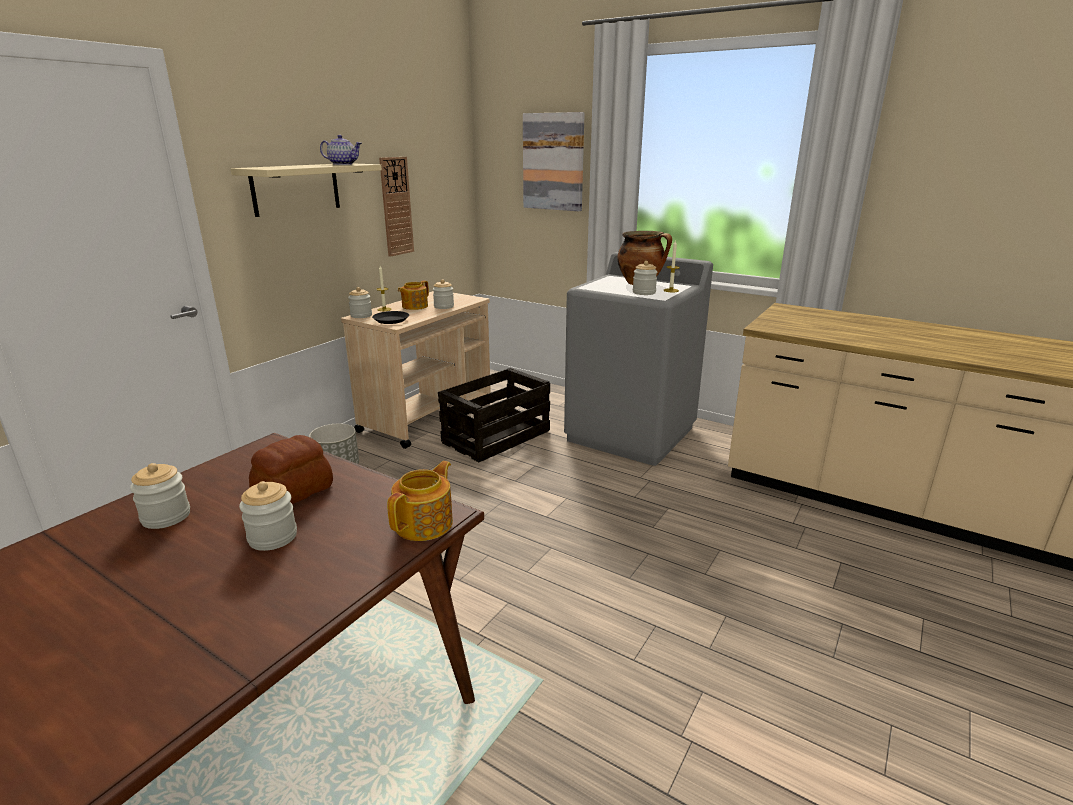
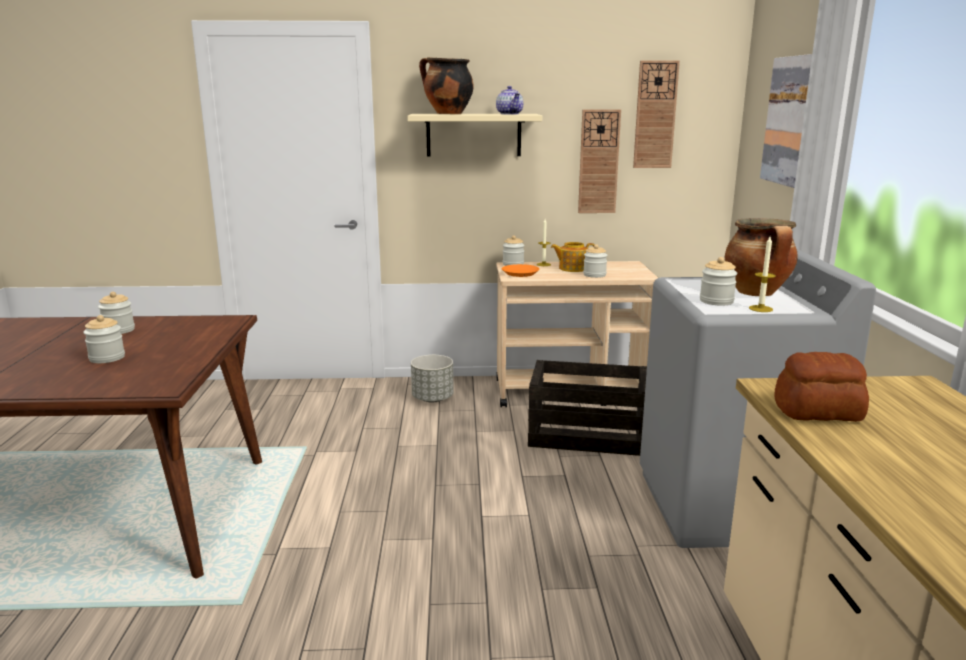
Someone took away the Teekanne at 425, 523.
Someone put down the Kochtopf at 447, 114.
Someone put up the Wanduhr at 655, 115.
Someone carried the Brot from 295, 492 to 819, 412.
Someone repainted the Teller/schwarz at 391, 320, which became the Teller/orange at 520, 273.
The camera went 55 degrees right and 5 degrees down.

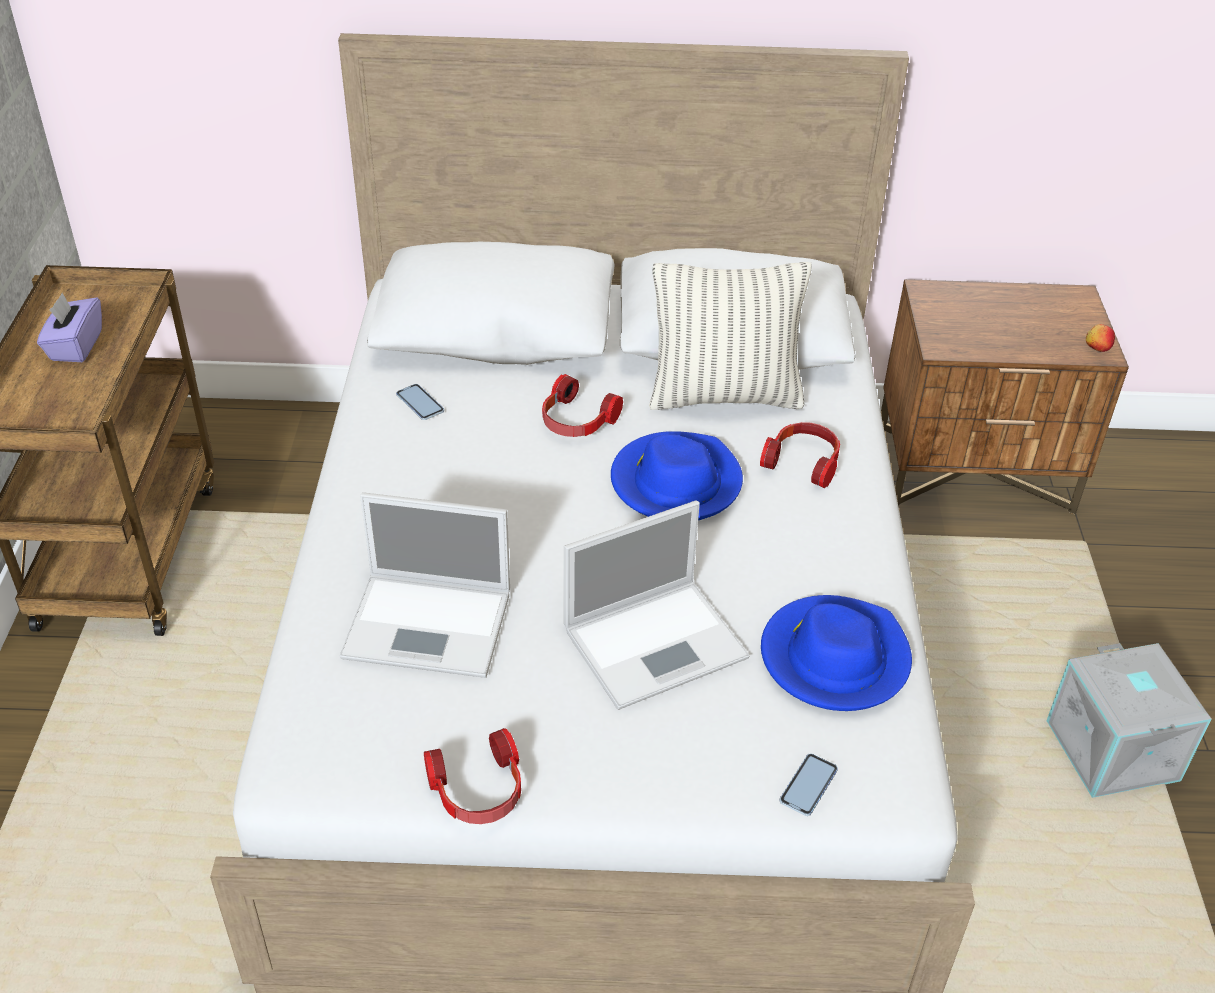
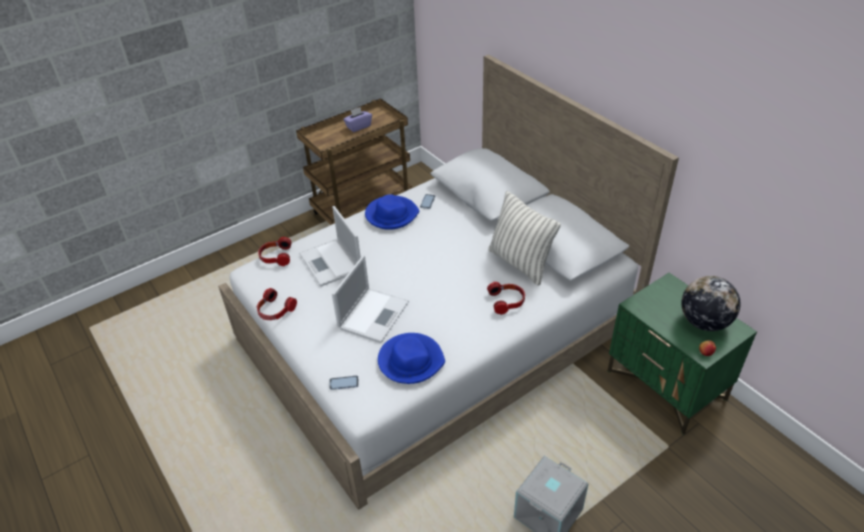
Someone put down the Globus at 704, 322.
Someone carried the Kopfhörer from 576, 421 to 276, 257.
Someone carried the Hut/blau from 675, 482 to 391, 214.
Someone repainted the Nachttisch/braun at 974, 470, which became the Nachttisch/grün at 666, 385.
Someone rotated the Laptop at 658, 642 by 90 degrees counterclockwise.
The camera went 55 degrees right and 0 degrees up.

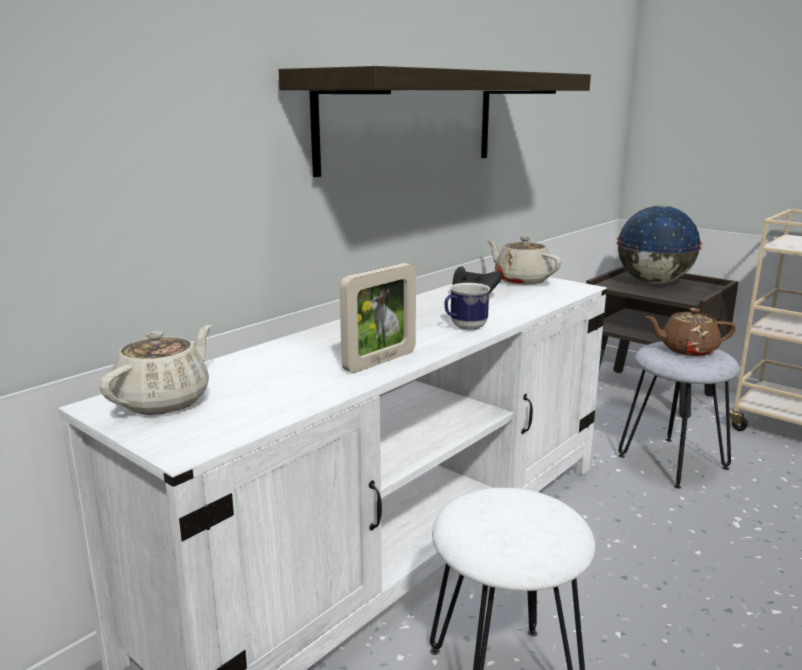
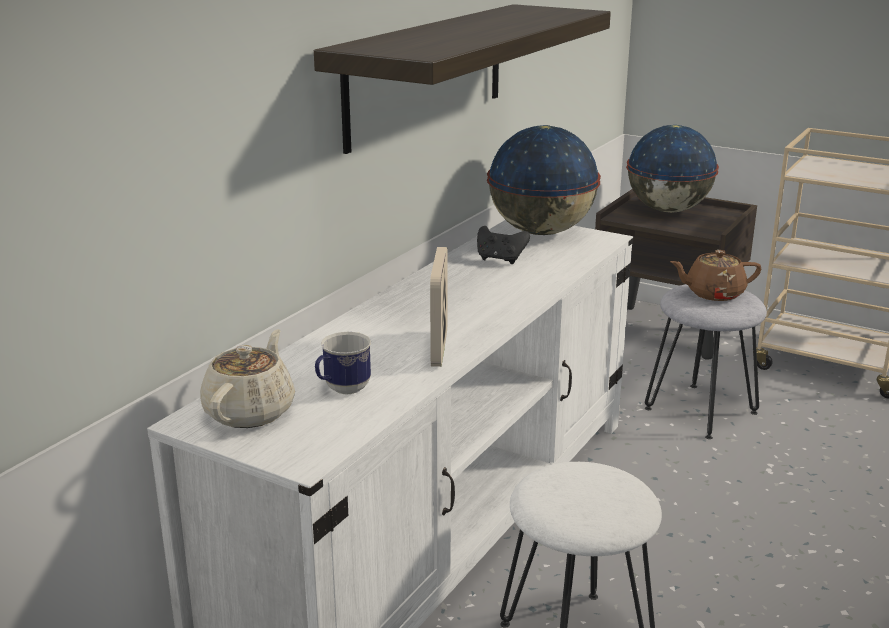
Someone carried the Henkelbecher from 464, 328 to 342, 390.
Someone swapped the Teekanne/beige at 521, 280 for the Globus at 542, 232.
Someone rotated the Bilderrahmen at 380, 361 by 150 degrees clockwise.
The camera went 10 degrees left and 5 degrees up.

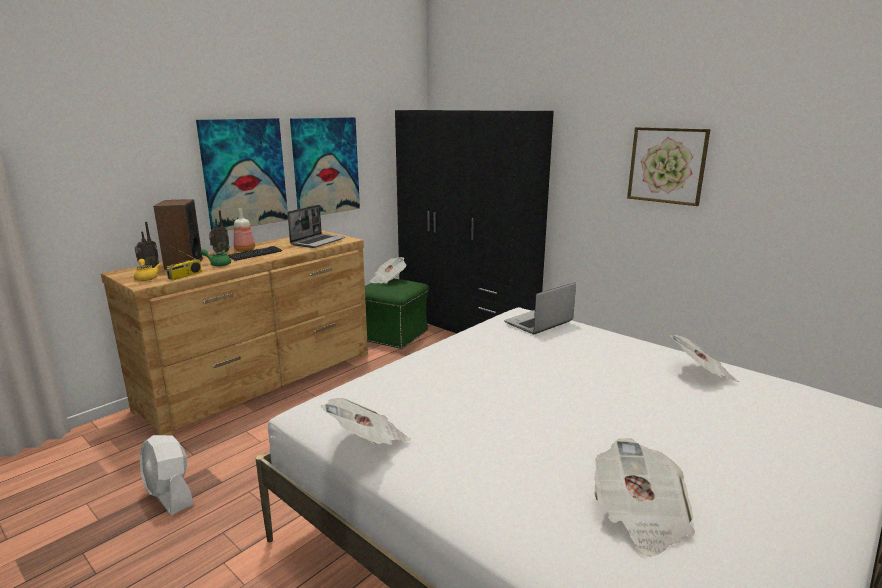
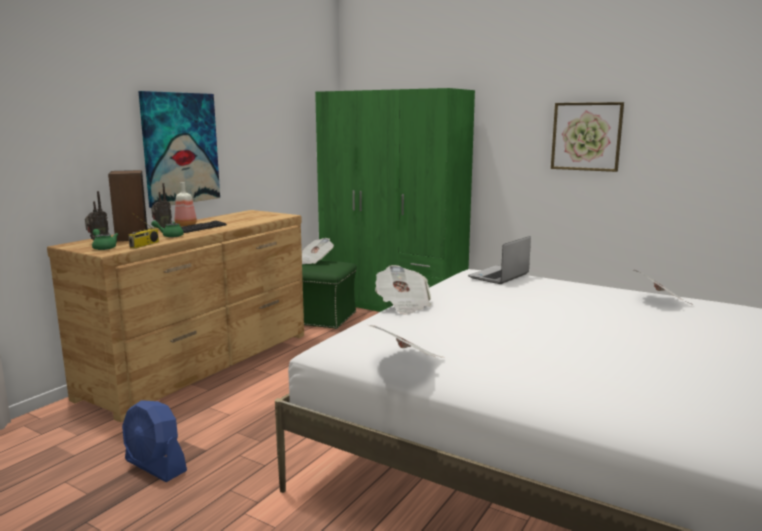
Someone took away the Laptop at 318, 242.
Someone took away the Bild at 326, 166.
Someone carried the Zeitung from 639, 517 to 403, 305.
Someone repainted the Teekanne/gelb at 146, 278, which became the Teekanne/grün at 103, 247.
Someone repainted the Ventilator/weiß at 170, 495, which became the Ventilator/blau at 155, 466.
Someone repainted the Kleiderschrank/schwarz at 466, 324, which became the Kleiderschrank/grün at 392, 305.
The camera went 10 degrees left and 5 degrees down.

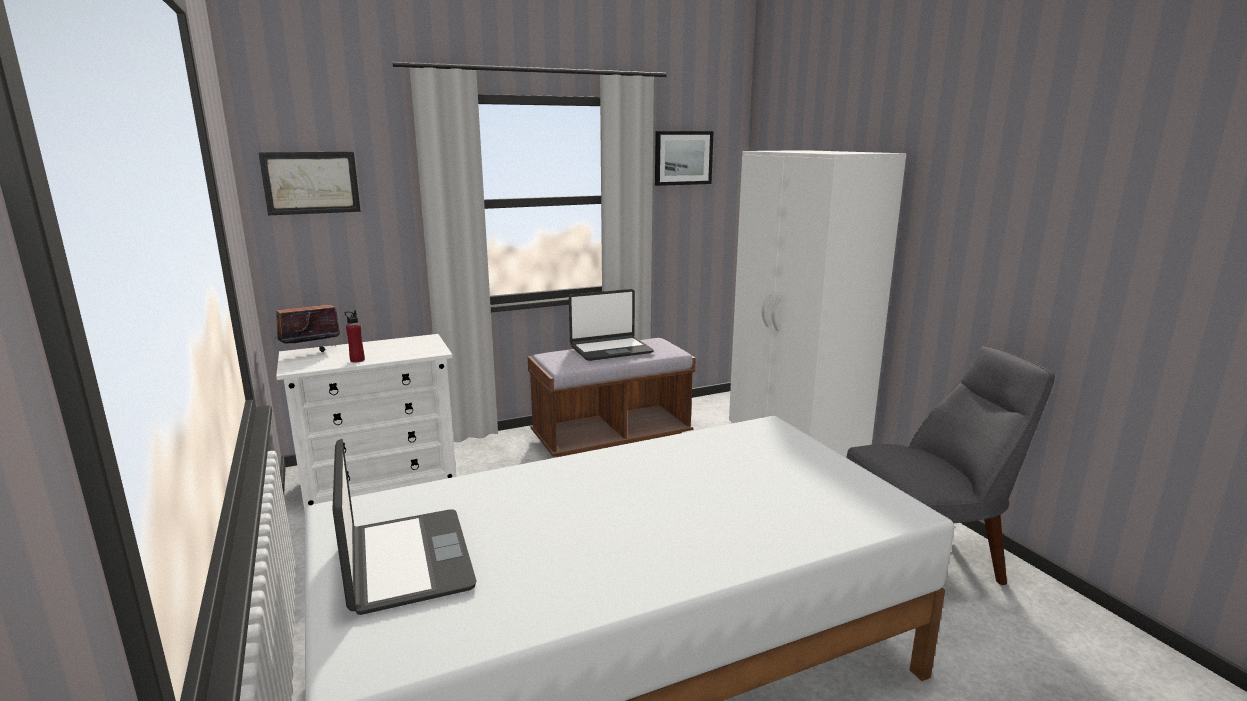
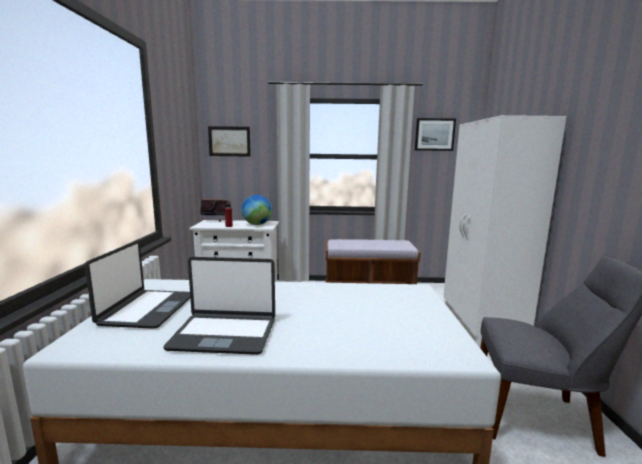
Someone put down the Globus at 257, 224.
Someone carried the Laptop from 610, 349 to 224, 334.
The camera went 25 degrees right and 5 degrees down.

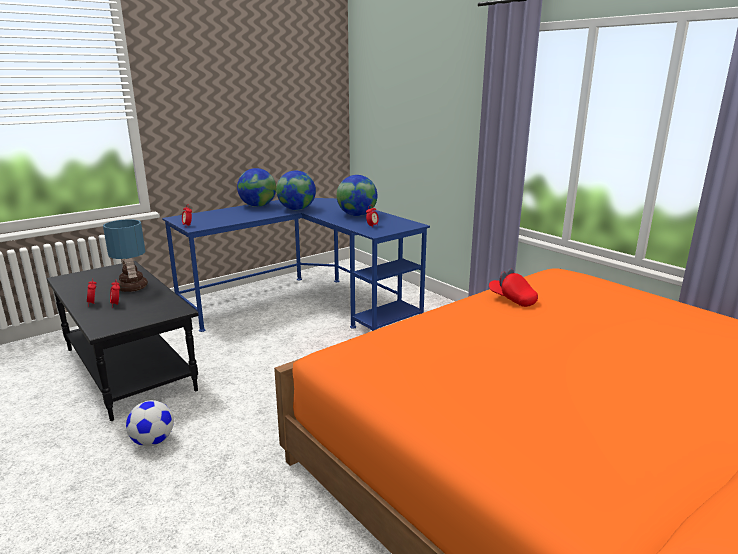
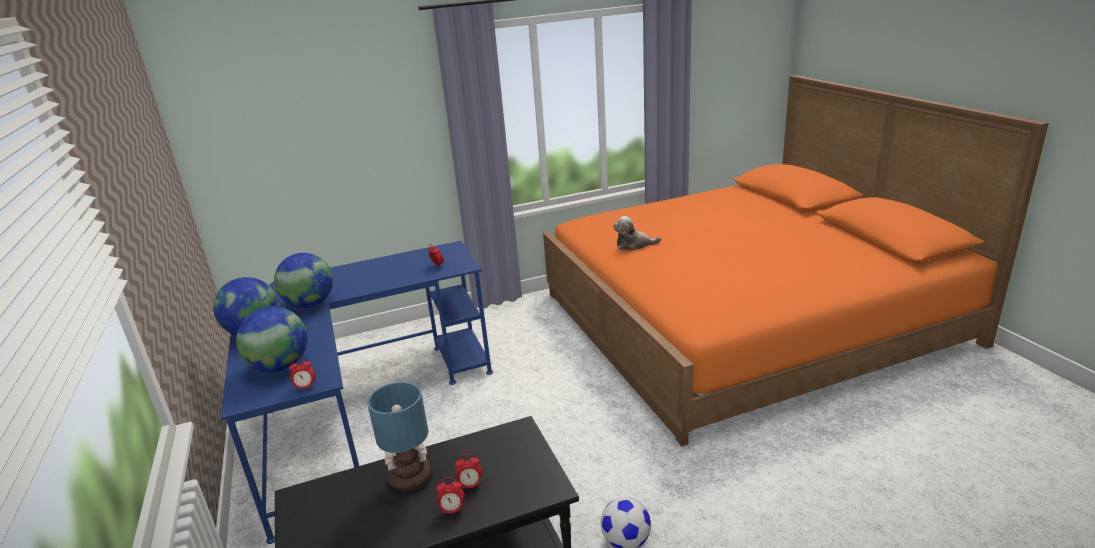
Someone carried the Globus from 357, 215 to 280, 366.
Someone swapped the Kappe/rot at 512, 299 for the Plüschtier at 634, 245.
The camera went 70 degrees left and 5 degrees up.

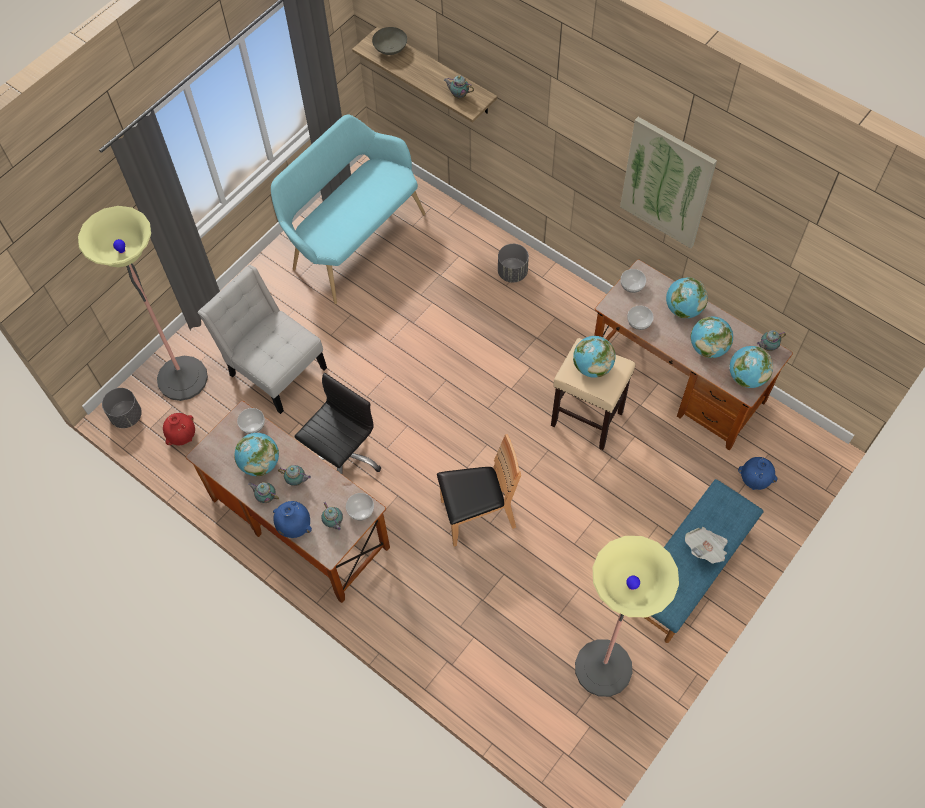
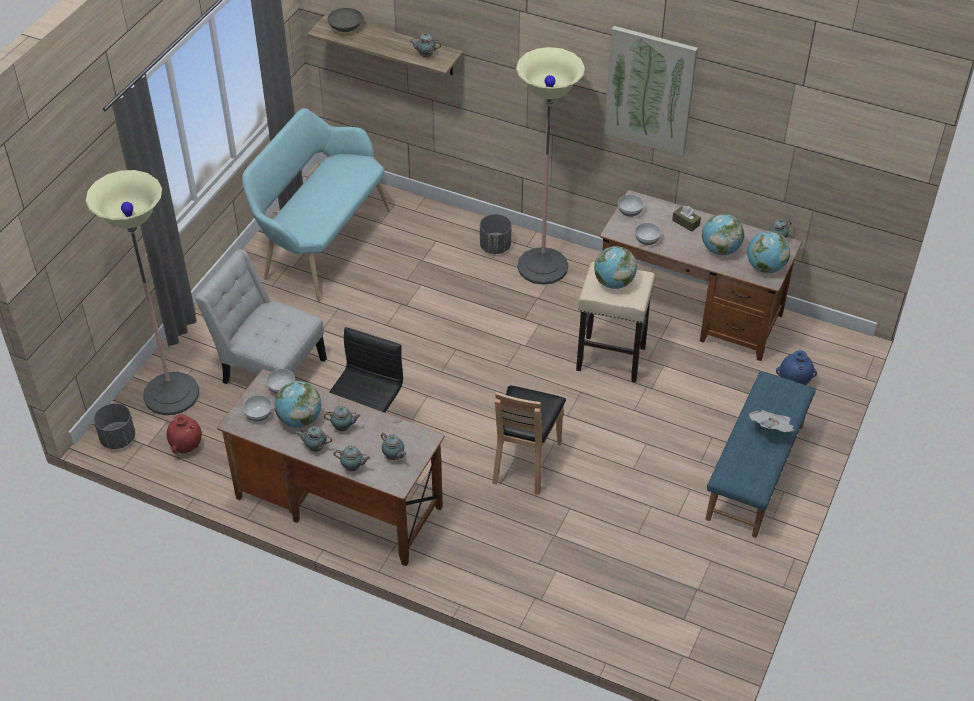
Someone carried the Schüssel from 361, 510 to 259, 414.
Someone carried the Stehlampe from 603, 668 to 542, 267.
Someone swapped the Vase/blau at 294, 527 for the Teekanne at 353, 467.
Someone swapped the Globus at 683, 309 for the Taschentuchbox/braun at 686, 223.
Someone rotated the Stuhl/braun at 477, 515 by 135 degrees clockwise.
The camera went 15 degrees left and 15 degrees down.

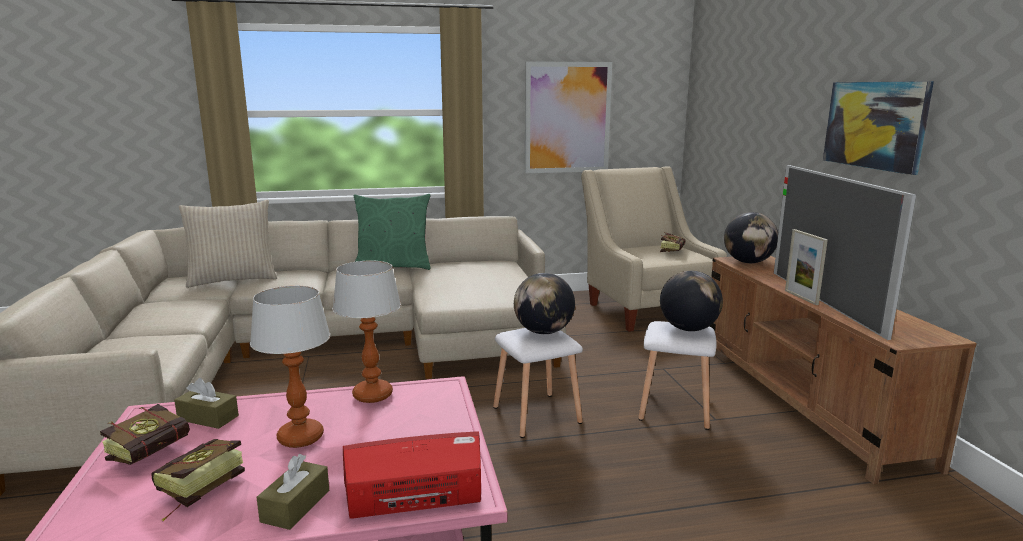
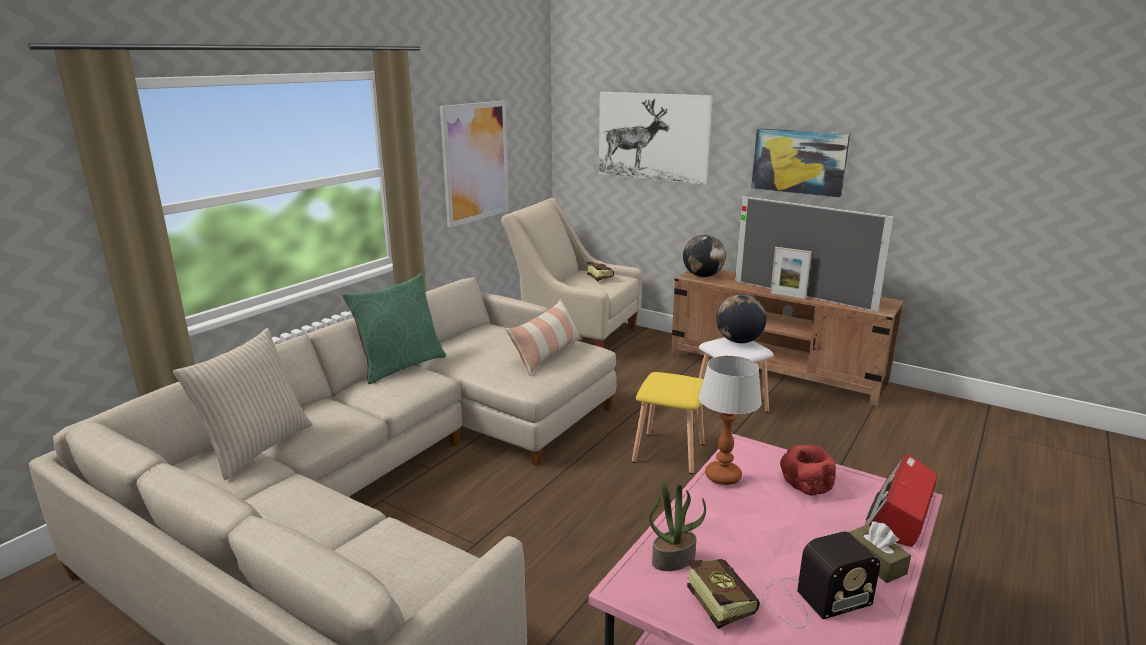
Someone took away the Tischlampe at 300, 437.
Someone took away the Globus at 543, 332.
Someone put down the Kissen at 547, 354.
Someone put up the Bild at 653, 136.
Someone put down the Schüssel/rot at 804, 486.
Someone swapped the Buch at 194, 492 for the Radio at 812, 600.
Someone swapped the Taschentuchbox/braun at 208, 418 for the Topfpflanze at 673, 559.
Someone repainted the Hocker/weiß at 538, 415, which became the Hocker/gelb at 670, 452.
The camera went 45 degrees left and 5 degrees up.

